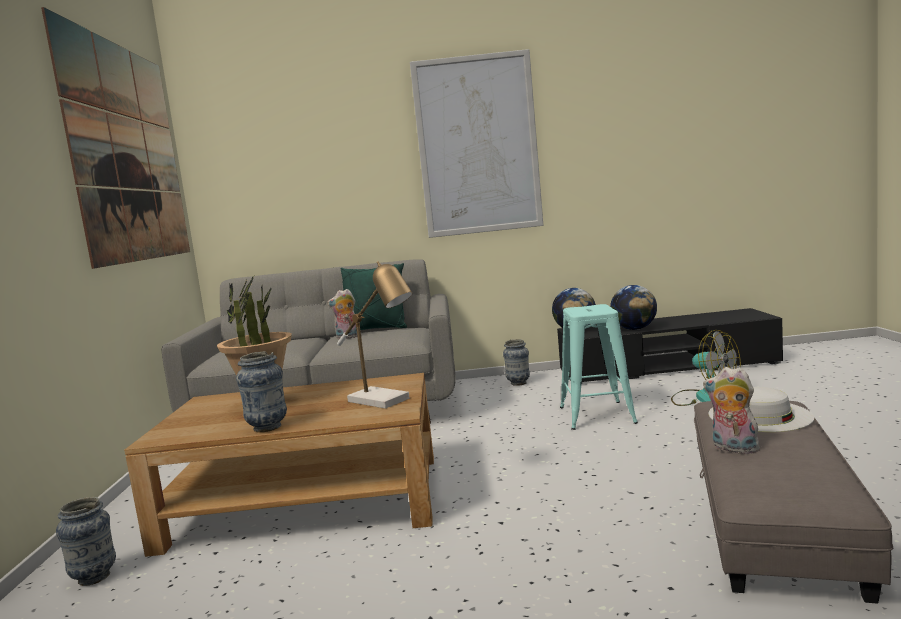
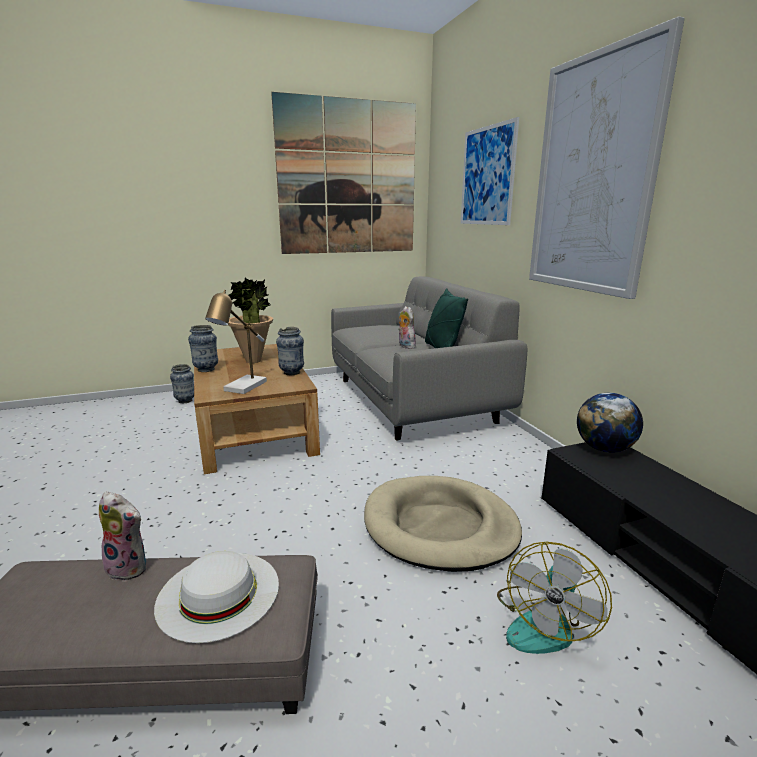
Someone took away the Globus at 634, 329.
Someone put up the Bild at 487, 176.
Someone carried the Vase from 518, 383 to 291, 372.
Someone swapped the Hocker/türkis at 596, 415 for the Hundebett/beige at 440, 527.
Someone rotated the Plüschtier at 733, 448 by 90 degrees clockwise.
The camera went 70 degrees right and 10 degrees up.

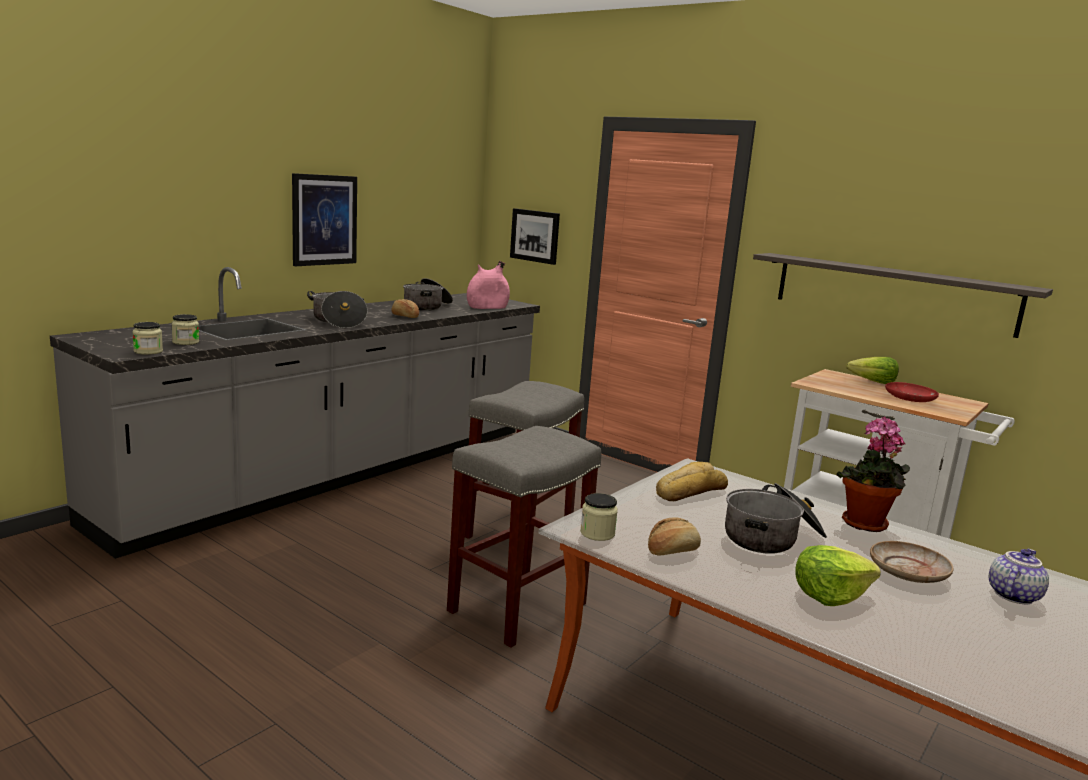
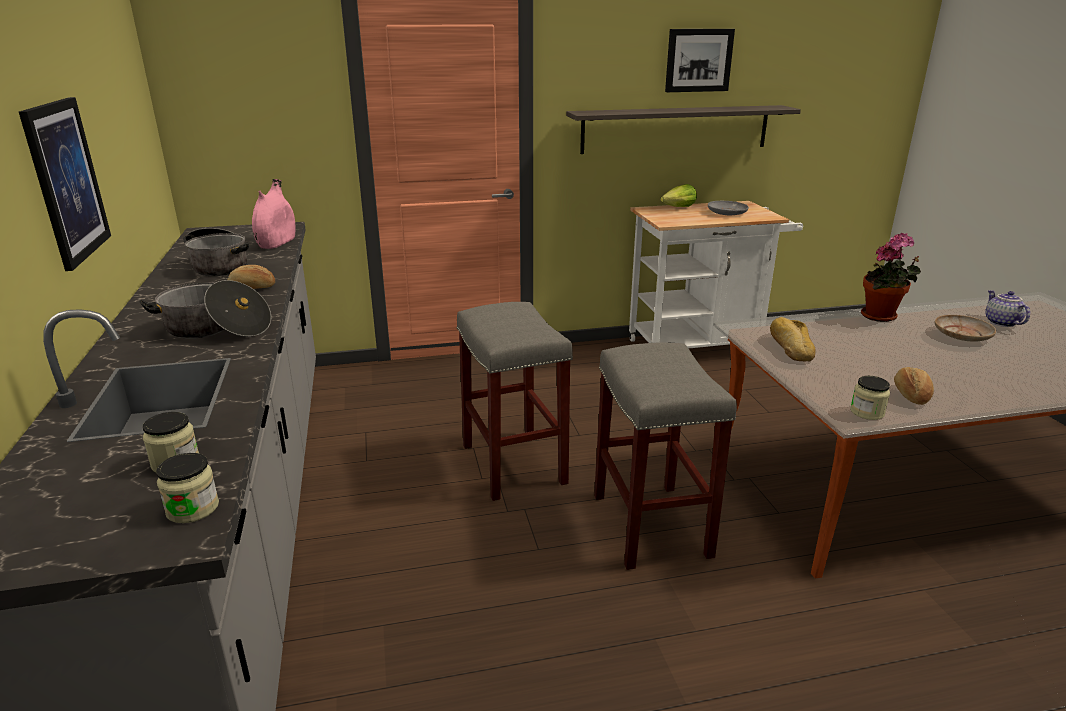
Someone took away the Kochtopf at 772, 538.
Someone took away the Salatkopf at 830, 595.
Someone carried the Bild from 535, 236 to 698, 60.
Someone repainted the Teller/rot at 910, 398, which became the Teller/grau at 727, 213.
The camera went 50 degrees left and 10 degrees up.

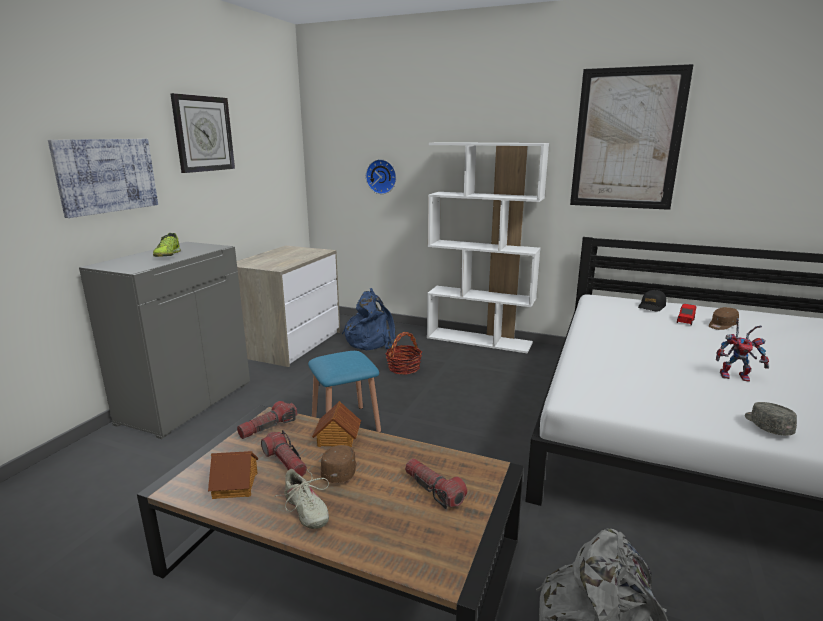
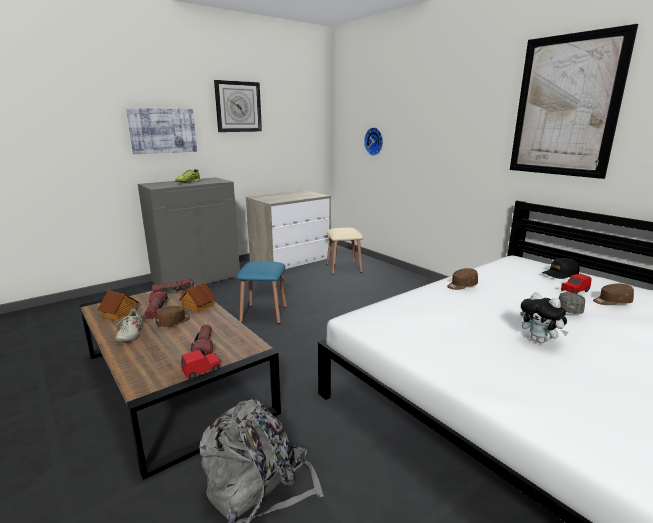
Someone took away the Korb at 404, 368.
Someone took away the Bücherregal/weiß at 479, 340.
Someone put down the Spielzeugauto/rot at 202, 371.
Someone put down the Kappe/braun at 461, 285.
Someone carried the Kappe/grau from 767, 426 to 569, 309.
Someone swapped the Rucksack/blau at 371, 341 for the Hocker/beige at 344, 268.
Someone swapped the Spielzeugroboter at 736, 376 for the Plüschtier at 539, 340.
The camera went 30 degrees right and 0 degrees up.

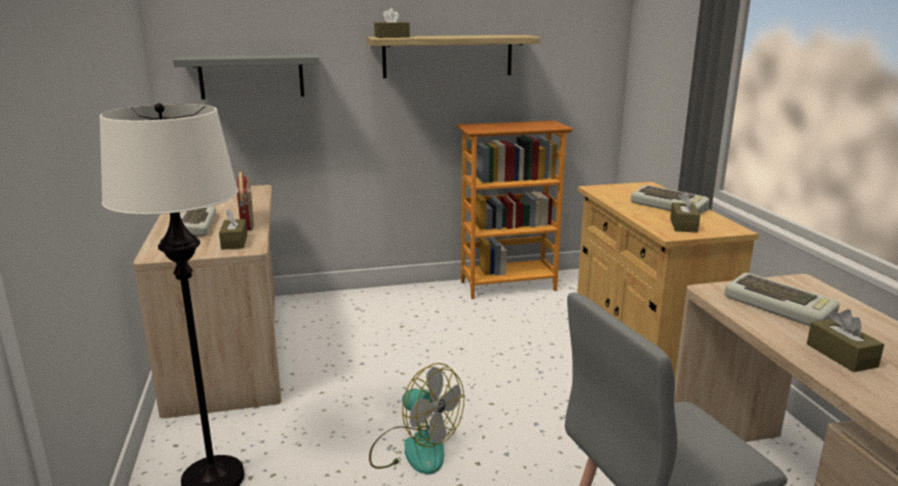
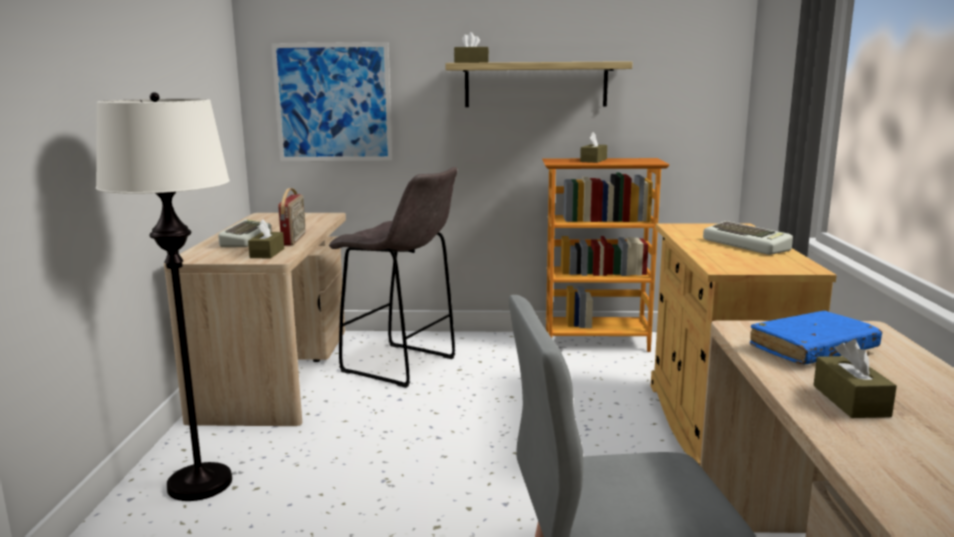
Someone took away the Ventilator at 414, 448.
Someone put down the Hocker/grau at 401, 365.
Someone carried the Taschentuchbox/braun from 683, 225 to 593, 160.
Someone swapped the Wandregal/grau at 251, 76 for the Bild at 333, 102.
Someone swapped the Tastatur at 780, 307 for the Buch/blau at 812, 349.
The camera went 15 degrees right and 5 degrees down.

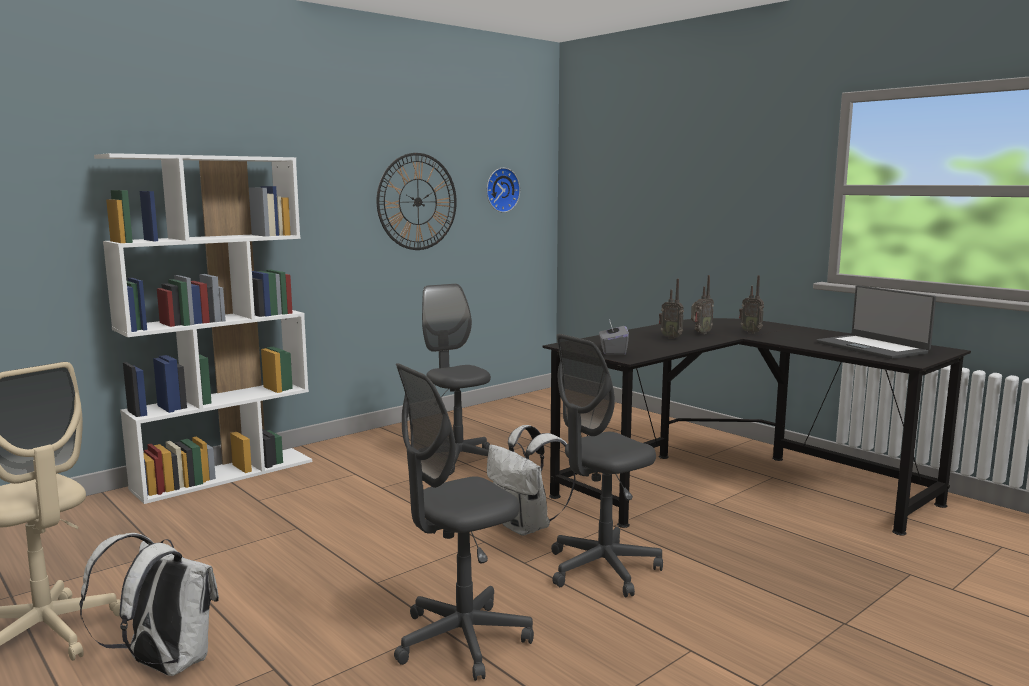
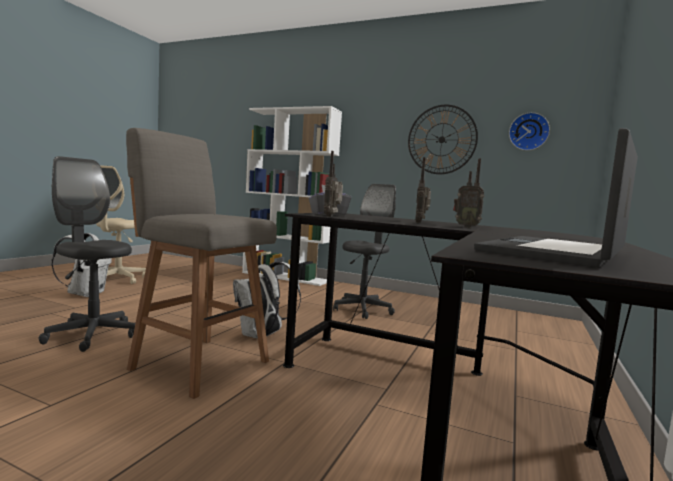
Someone carried the Radio from 751, 332 to 332, 216.
Someone swapped the Bürostuhl/grau at 602, 569 for the Hocker/grau at 197, 364.
The camera went 65 degrees right and 5 degrees down.

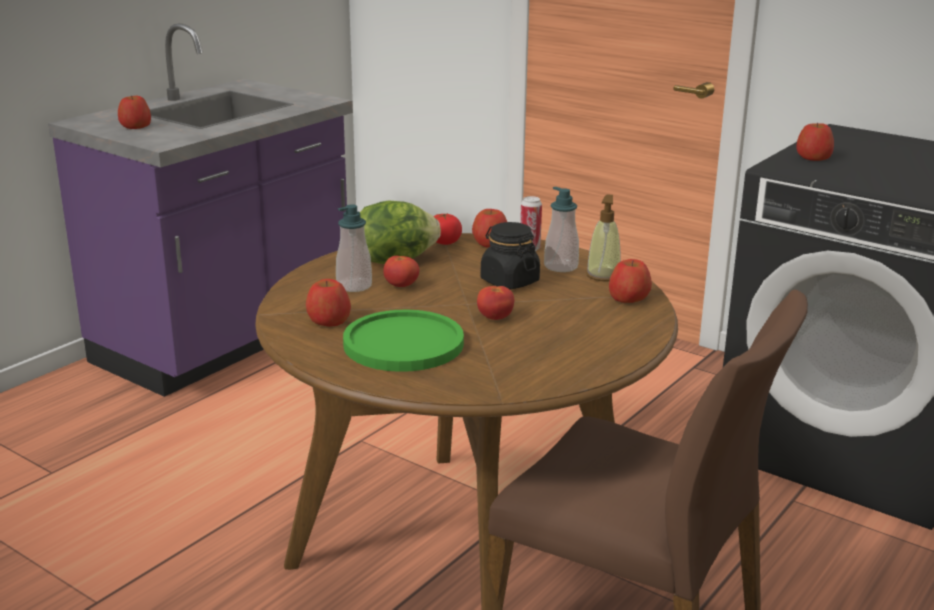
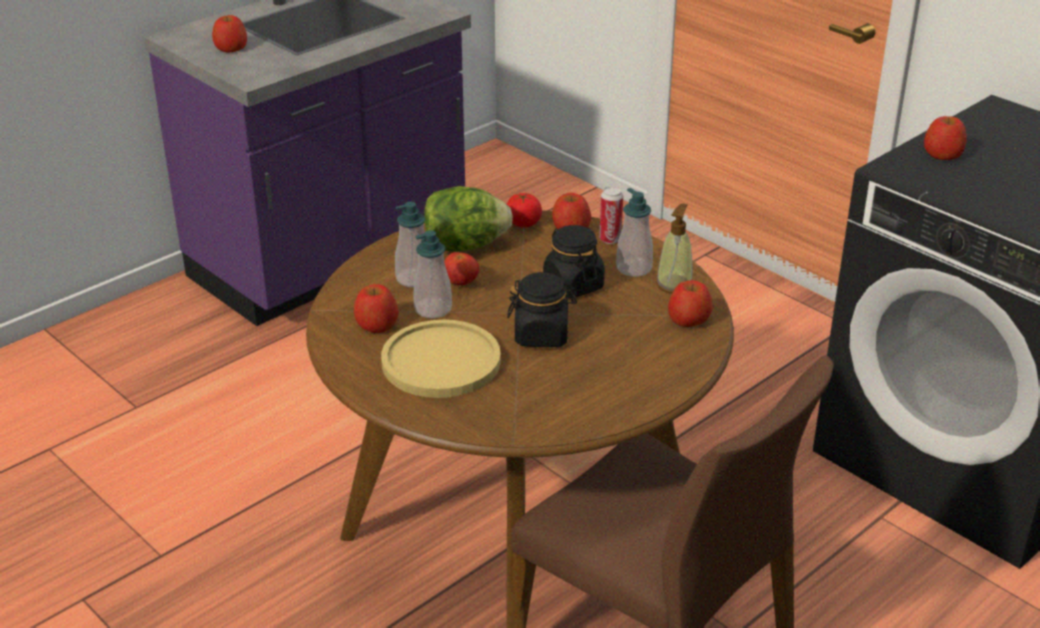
Someone put down the Seifenspender at 433, 309.
Someone swapped the Tomate at 495, 318 for the Vorratsglas/schwarz at 541, 335.
Someone repainted the Teller/grün at 403, 343, which became the Teller/gelb at 441, 361.
The camera went 10 degrees right and 10 degrees up.

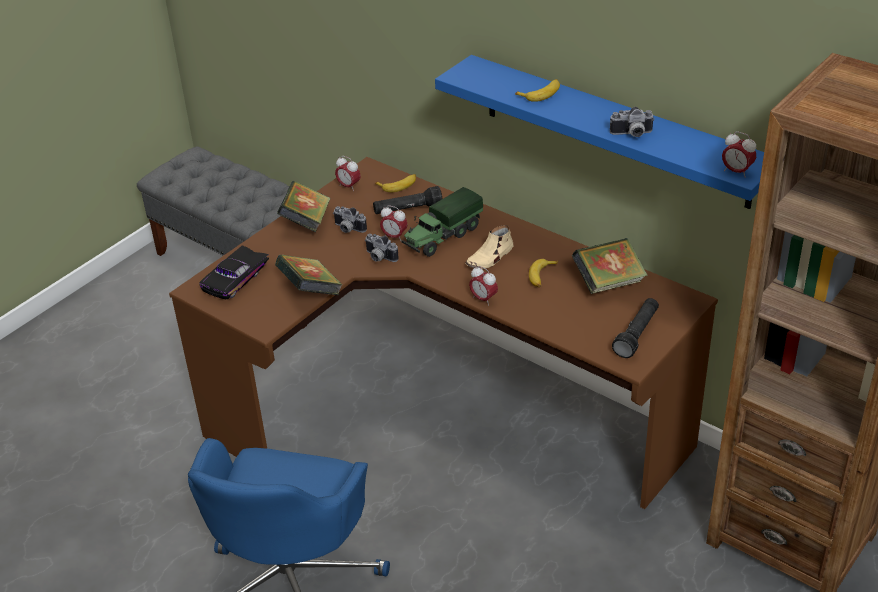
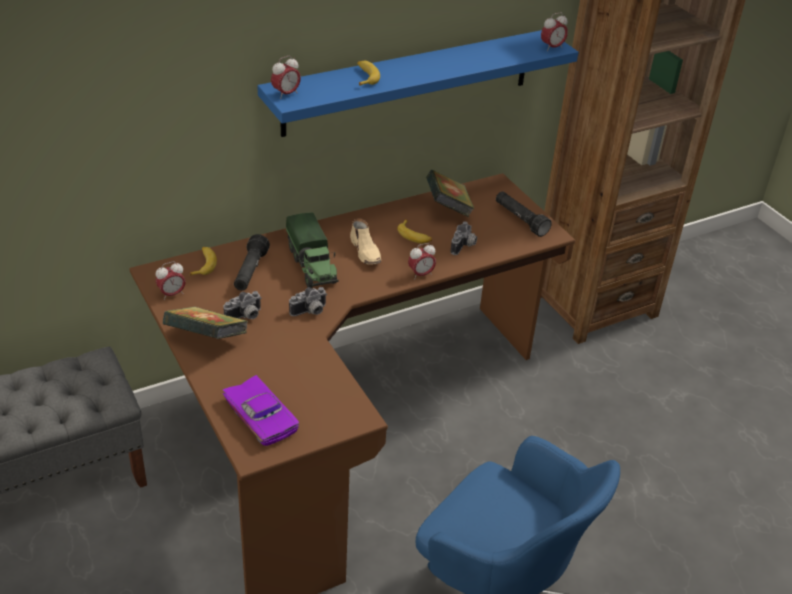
Someone took away the Buch at 310, 292.
Someone carried the Wecker from 394, 237 to 286, 94.
Someone carried the Kamera from 632, 134 to 464, 246.
Someone repainted the Spielzeugauto/schwarz at 237, 279, which became the Spielzeugauto/lila at 263, 416.
The camera went 70 degrees left and 0 degrees up.

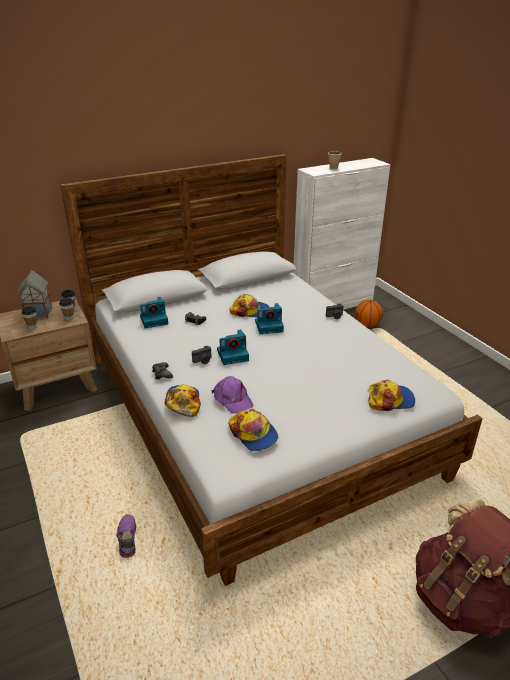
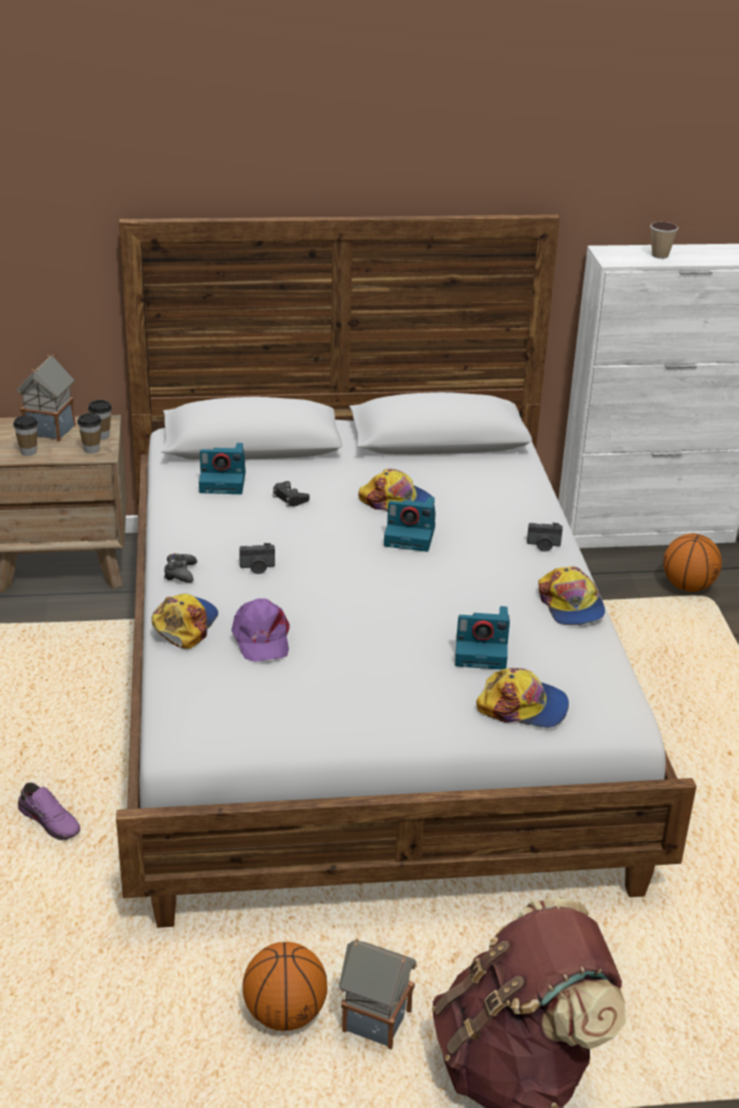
Someone put down the Basketball at 285, 1014.
Someone put down the Spielzeughaus at 374, 1022.
Someone carried the Kamera from 233, 355 to 482, 651.
Someone carried the Kappe from 253, 434 to 571, 605.
Someone rotated the Schuh/lila at 126, 539 by 120 degrees clockwise.
The camera went 20 degrees right and 0 degrees up.

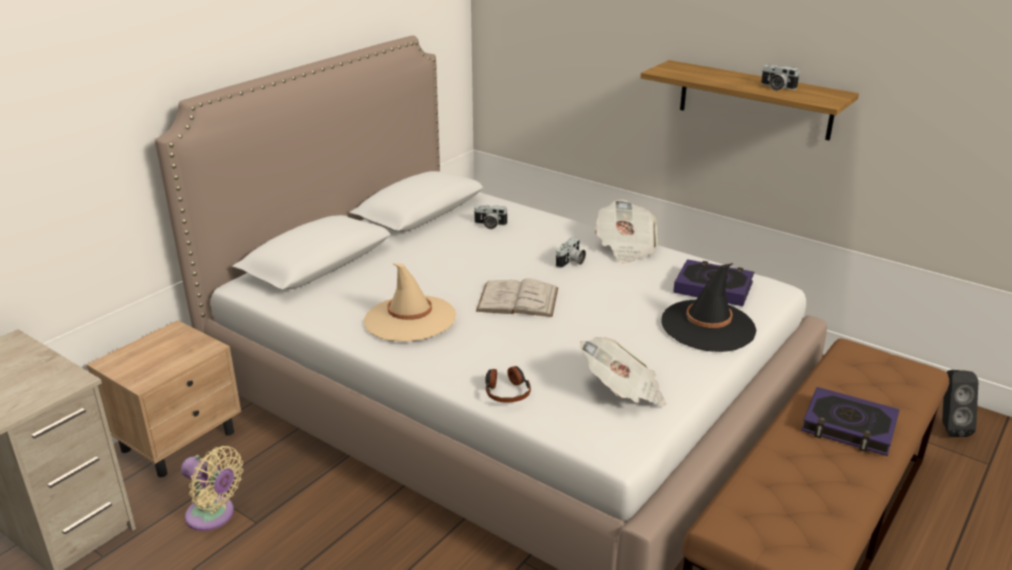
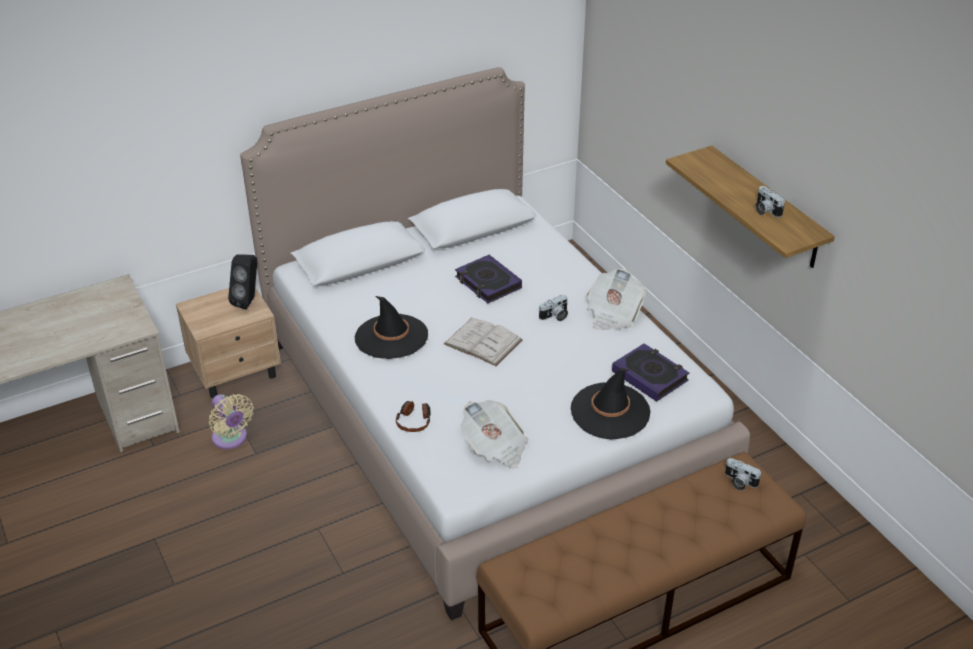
Someone carried the Kamera from 489, 225 to 739, 482.
Someone carried the Buch from 848, 427 to 488, 283.
Someone carried the Lautsprecher/schwarz from 948, 427 to 248, 301.
Someone repainted the Hut/beige at 410, 319, which became the Hut/schwarz at 391, 337.
The camera went 25 degrees right and 10 degrees up.

